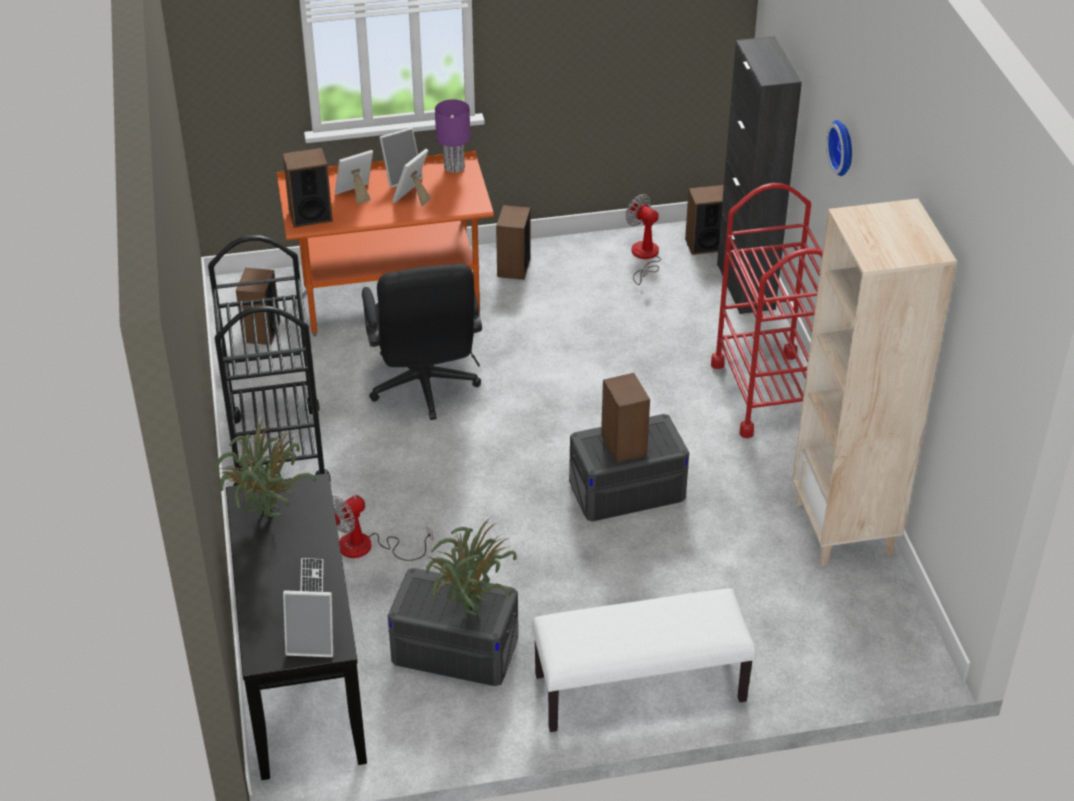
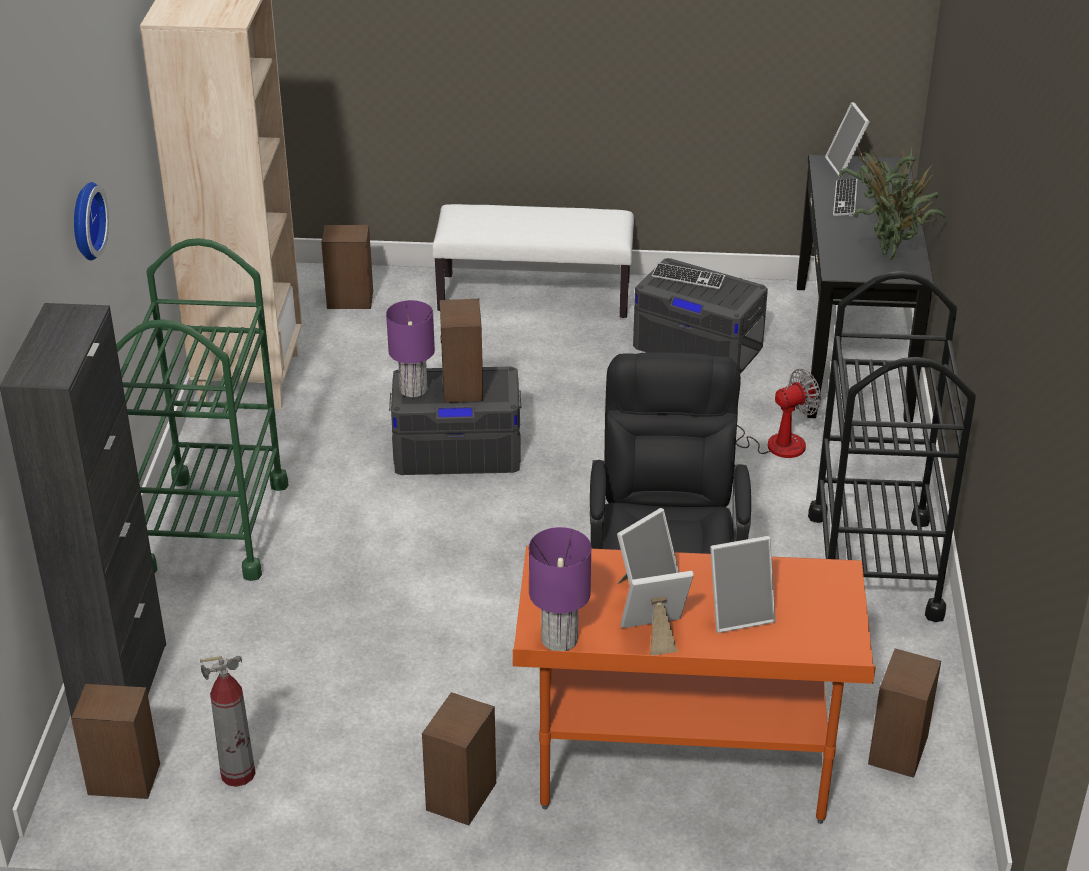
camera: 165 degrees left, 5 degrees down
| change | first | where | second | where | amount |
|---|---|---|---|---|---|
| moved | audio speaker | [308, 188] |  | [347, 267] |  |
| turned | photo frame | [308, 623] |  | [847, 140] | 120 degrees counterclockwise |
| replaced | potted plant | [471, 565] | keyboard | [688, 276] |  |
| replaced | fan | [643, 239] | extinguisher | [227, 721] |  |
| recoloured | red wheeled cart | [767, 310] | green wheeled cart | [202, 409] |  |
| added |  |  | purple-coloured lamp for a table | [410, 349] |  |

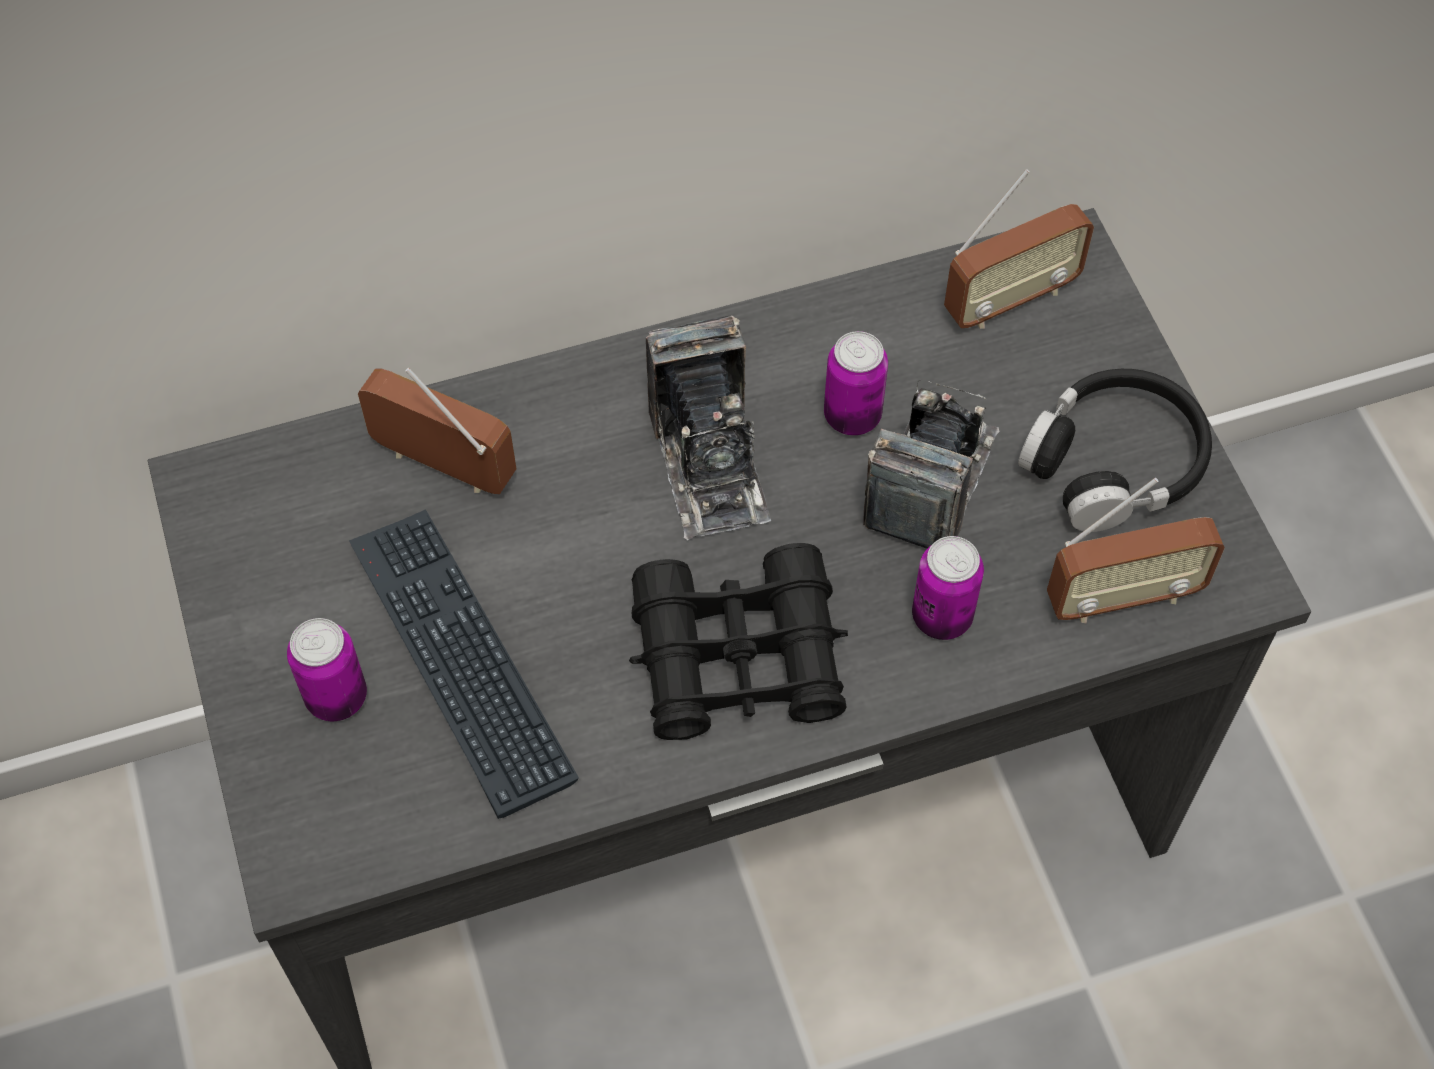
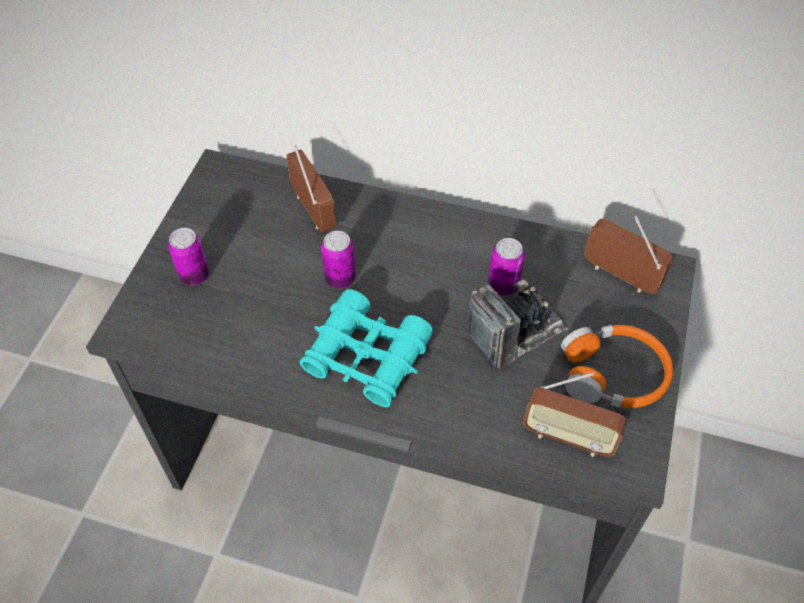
camera: 35 degrees right, 5 degrees down
| change | first | where | second | where | amount |
|---|---|---|---|---|---|
| removed | keyboard | [464, 664] |  |  |  |
| recoloured | black-coloured field glasses | [738, 641] | turquoise-coloured field glasses | [366, 348] |  |
| removed | still camera | [708, 427] |  |  |  |
| moved | metal can | [948, 588] |  | [338, 259] |  |
| turned | radio set | [1019, 249] |  | [628, 255] | 150 degrees counterclockwise |
| recoloured | black-coloured headphones | [1115, 450] | orange-coloured headphones | [617, 366] |  |

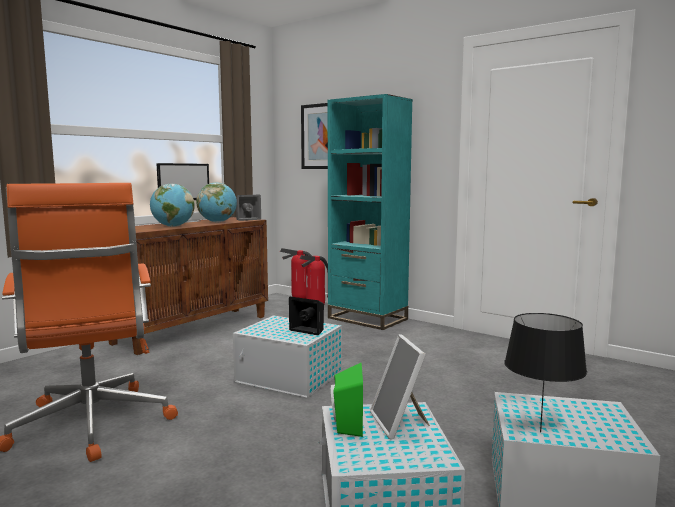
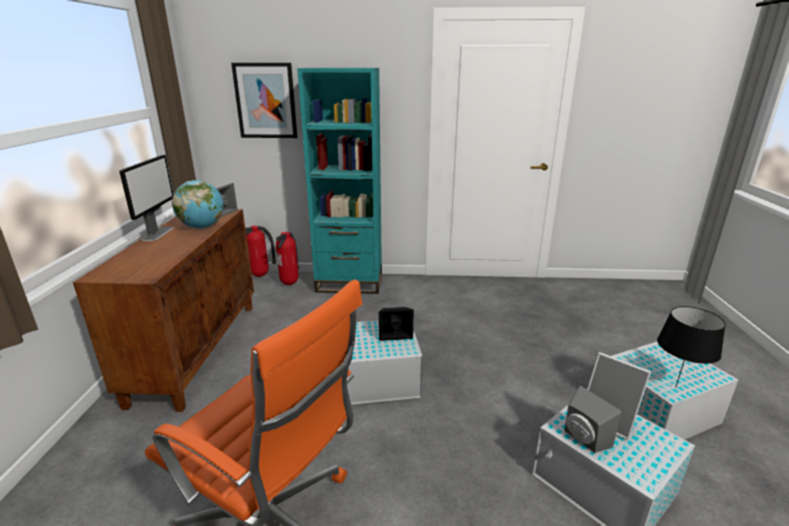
camera: 35 degrees left, 15 degrees up
| change | first | where | second | where | amount |
|---|---|---|---|---|---|
| removed | world globe | [172, 205] |  |  |  |
| recoloured | green audio speaker | [347, 399] | greyish audio speaker | [593, 419] |  |

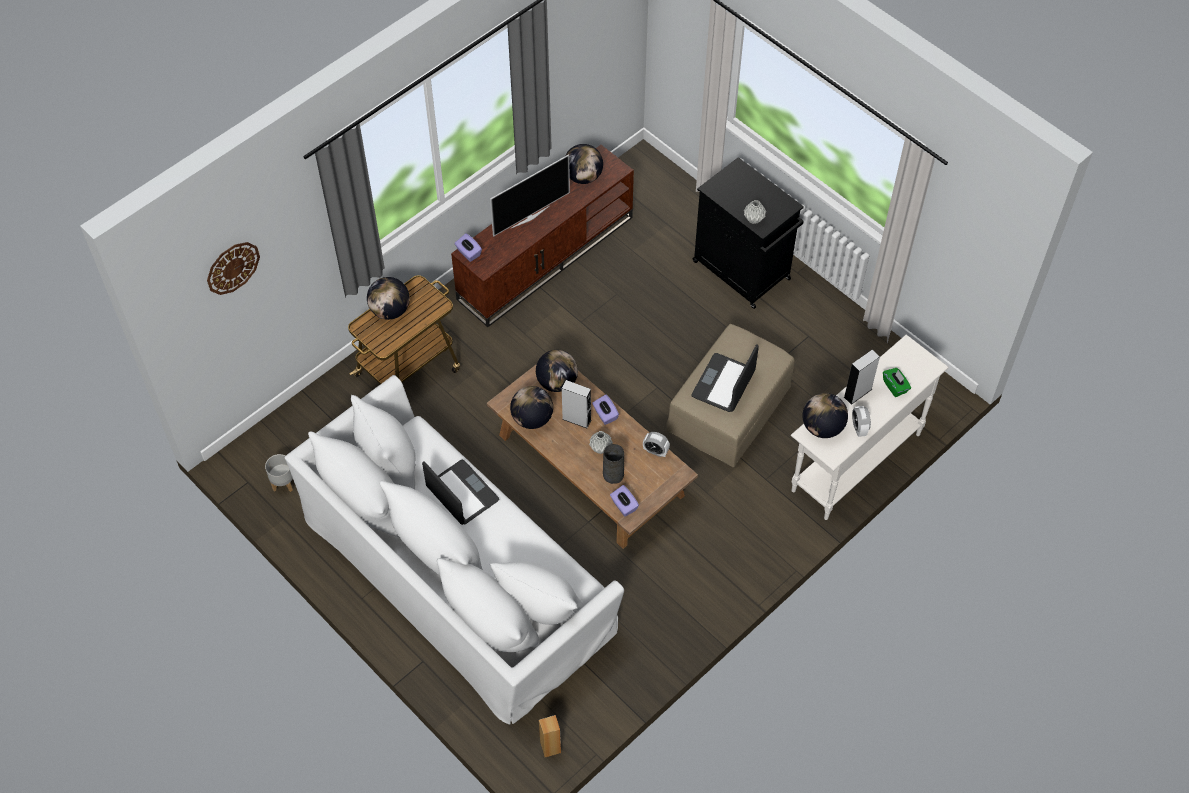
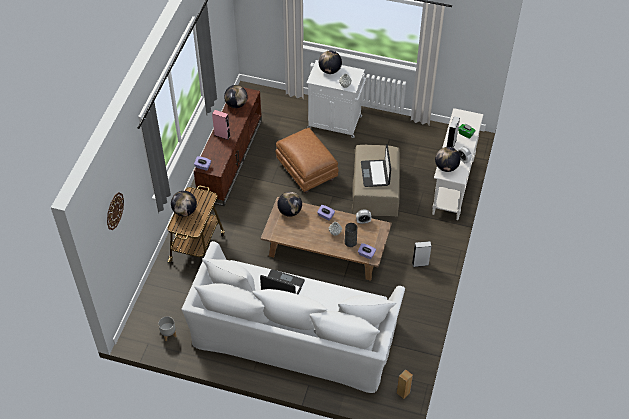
camera: 30 degrees left, 5 degrees down
| change | first | where | second | where | amount |
|---|---|---|---|---|---|
| replaced | TV set | [530, 195] | pink-coloured audio speaker | [221, 125] |  |
| moved | world globe | [531, 407] |  | [330, 62] |  |
| moved | greyish audio speaker | [576, 404] |  | [422, 254] |  |
| recoloured | black-coloured cabinet | [748, 233] | whitish cabinet | [336, 99] |  |
| added |  |  | brown pouffe | [306, 160] |  |

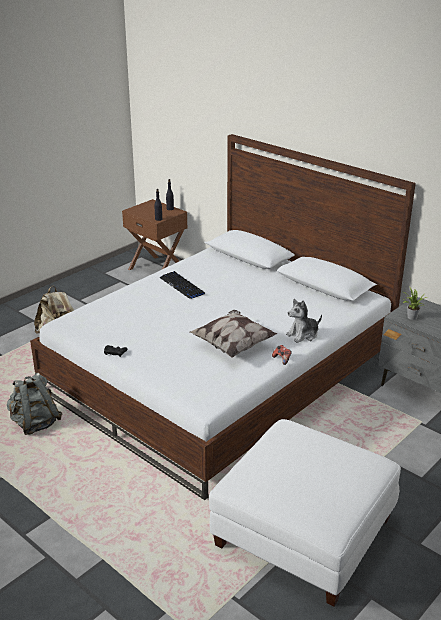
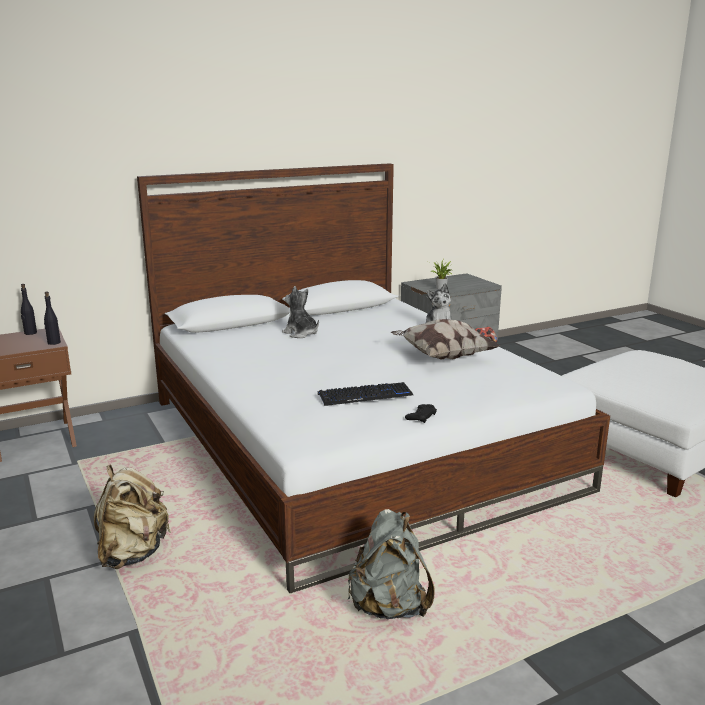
camera: 70 degrees left, 10 degrees down
| change | first | where | second | where | amount |
|---|---|---|---|---|---|
| moved | keyboard | [182, 285] |  | [365, 394] |  |
| added |  |  | plush toy | [300, 312] |  |

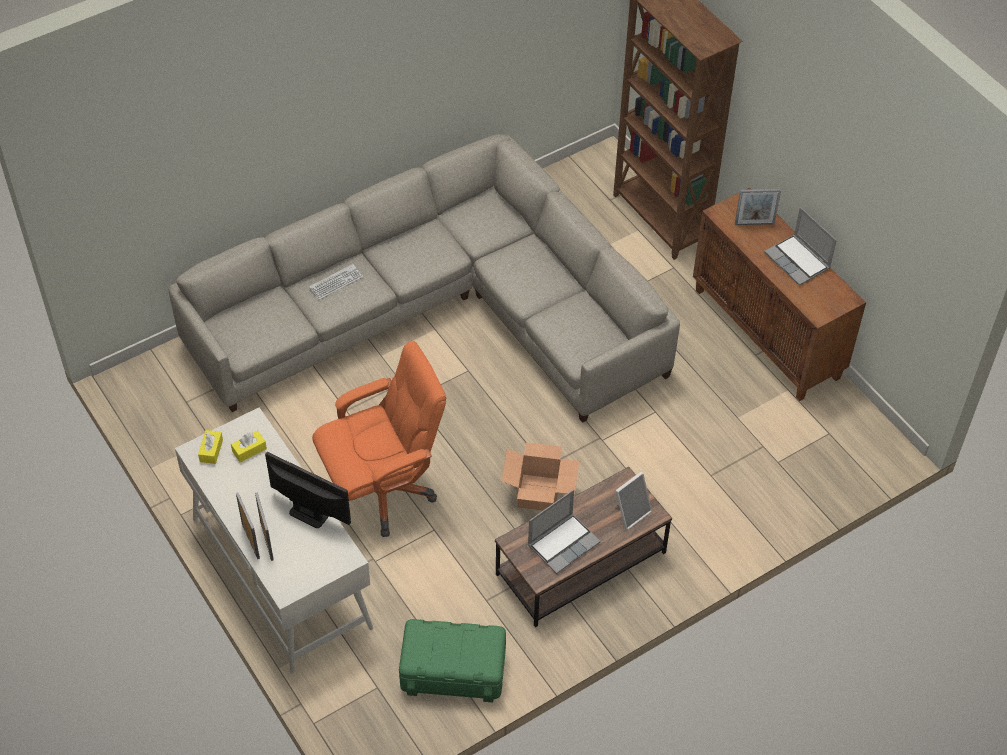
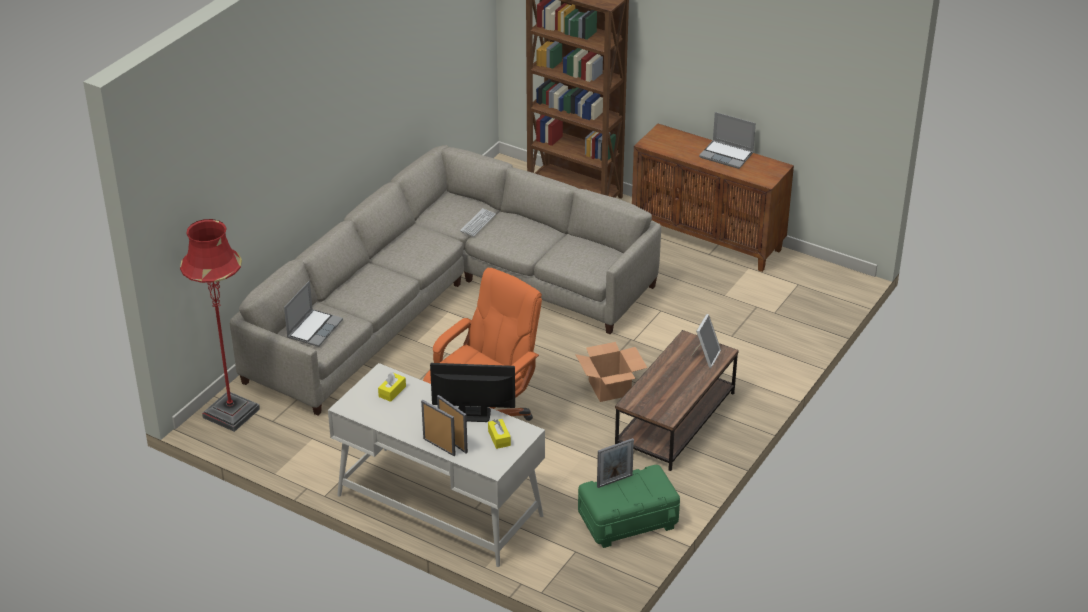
camera: 25 degrees left, 15 degrees down
| change | first | where | second | where | amount |
|---|---|---|---|---|---|
| moved | yellow tissue box | [210, 447] |  | [499, 434] |  |
| moved | keyboard | [336, 282] |  | [478, 222] |  |
| moved | notebook computer | [564, 531] |  | [313, 314] |  |
| moved | photo frame | [758, 207] |  | [615, 463] |  |
| added |  |  | red standing lamp | [220, 325] |  |

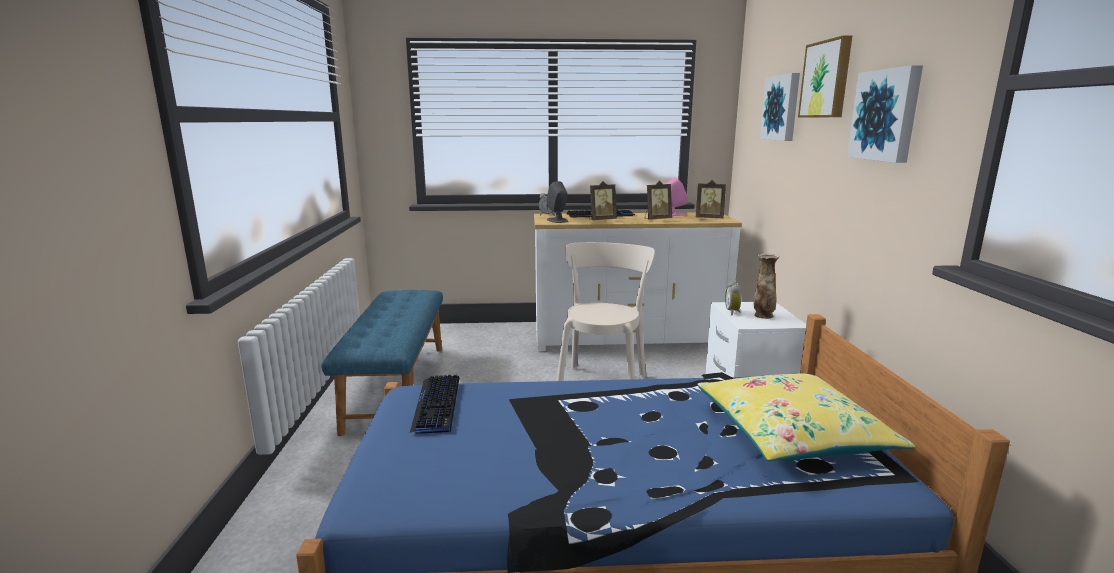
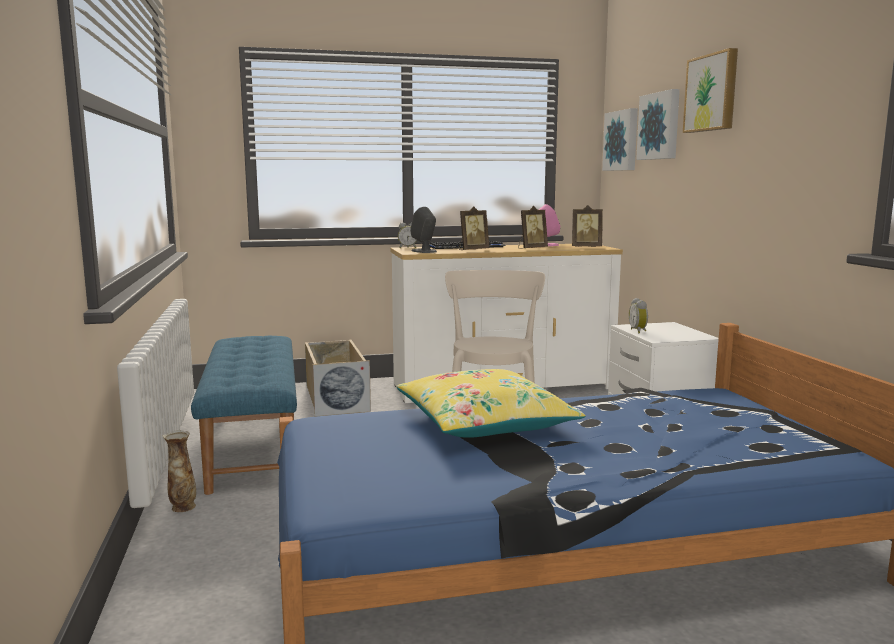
camera: 10 degrees left, 5 degrees down
| change | first | where | second | where | amount |
|---|---|---|---|---|---|
| removed | keyboard | [434, 404] |  |  |  |
| moved | yellow pillow | [806, 417] |  | [491, 403] |  |
| moved | decorative vase | [767, 286] |  | [179, 471] |  |
| moved | wall art | [885, 114] |  | [620, 139] |  |
| added |  |  | beige storage container | [338, 378] |  |

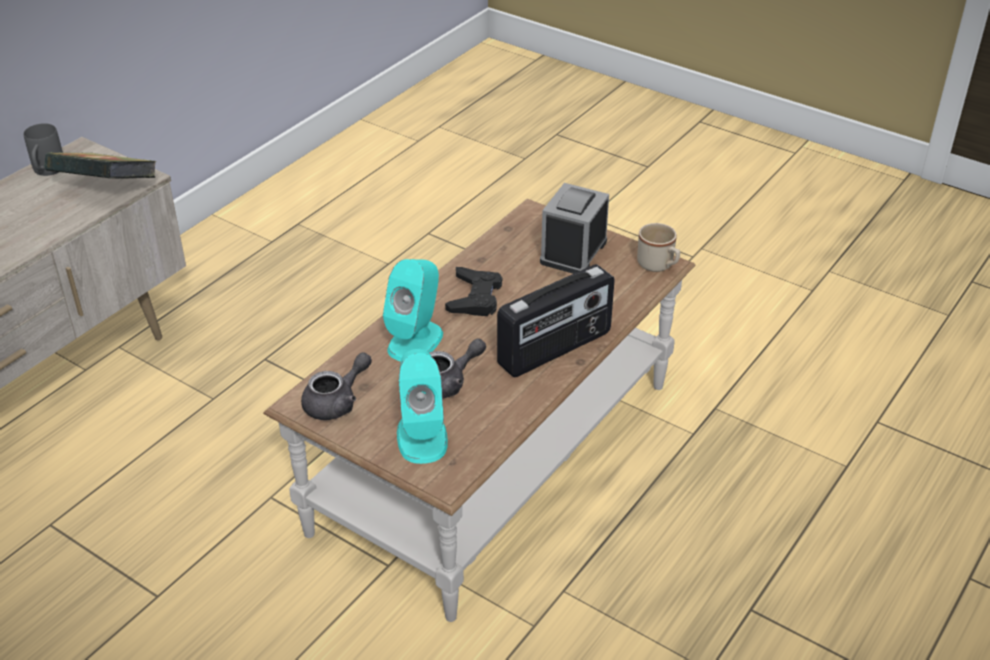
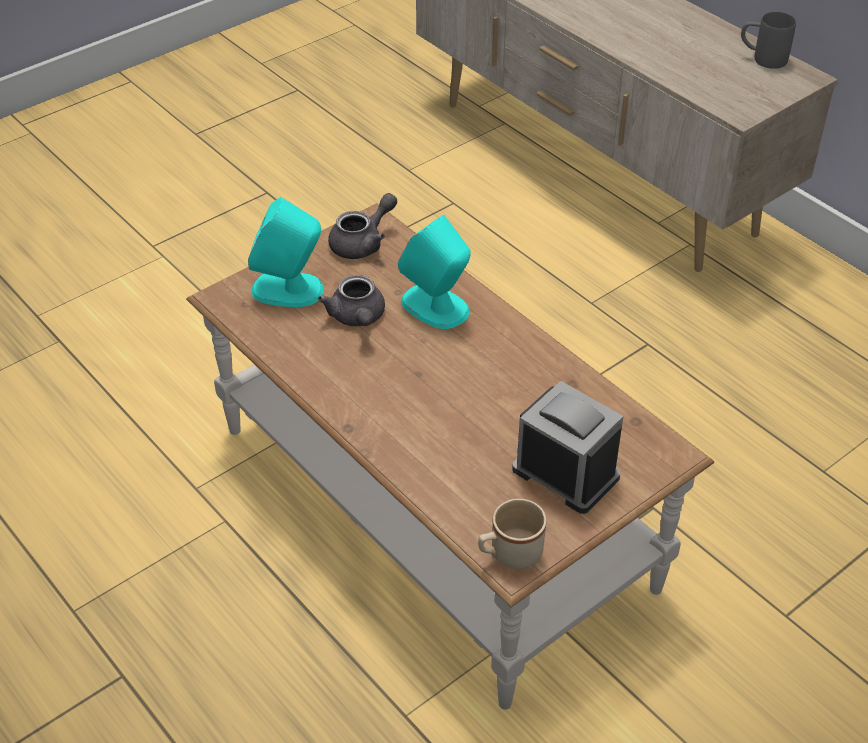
camera: 105 degrees right, 5 degrees up
| change | first | where | second | where | amount |
|---|---|---|---|---|---|
| removed | book | [100, 165] |  |  |  |
| turned | greyish tea pot | [336, 386] |  | [362, 226] | 105 degrees counterclockwise |
| removed | black-coloured joypad | [473, 291] |  |  |  |
| removed | radio set | [556, 320] |  |  |  |

